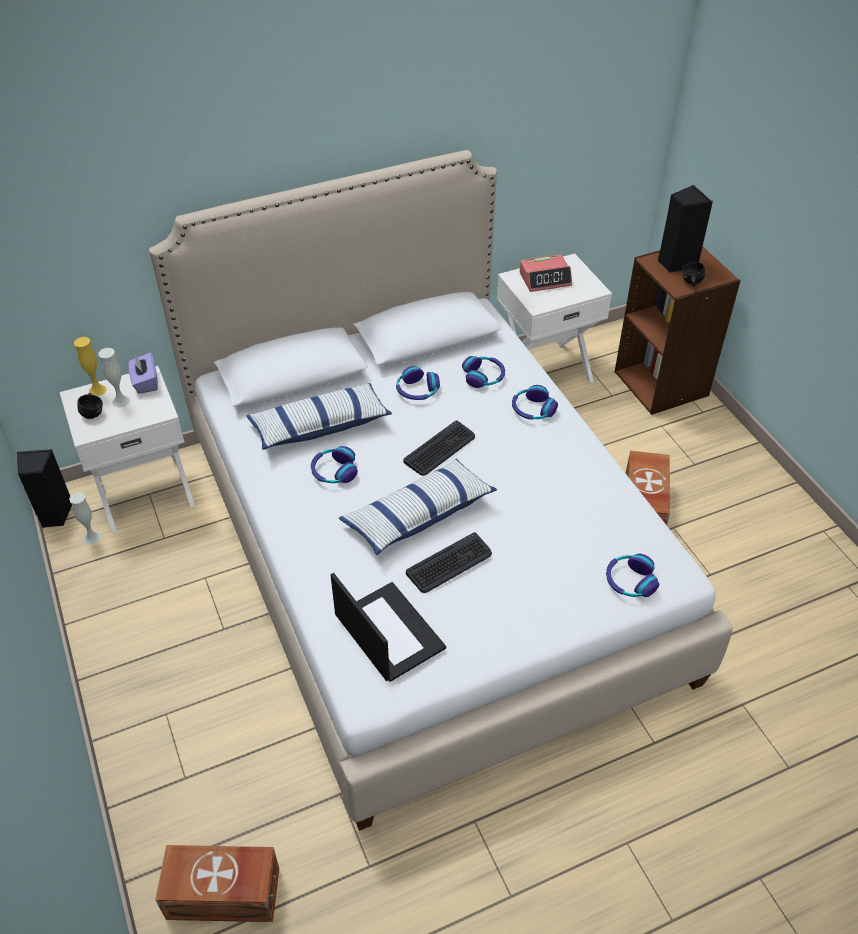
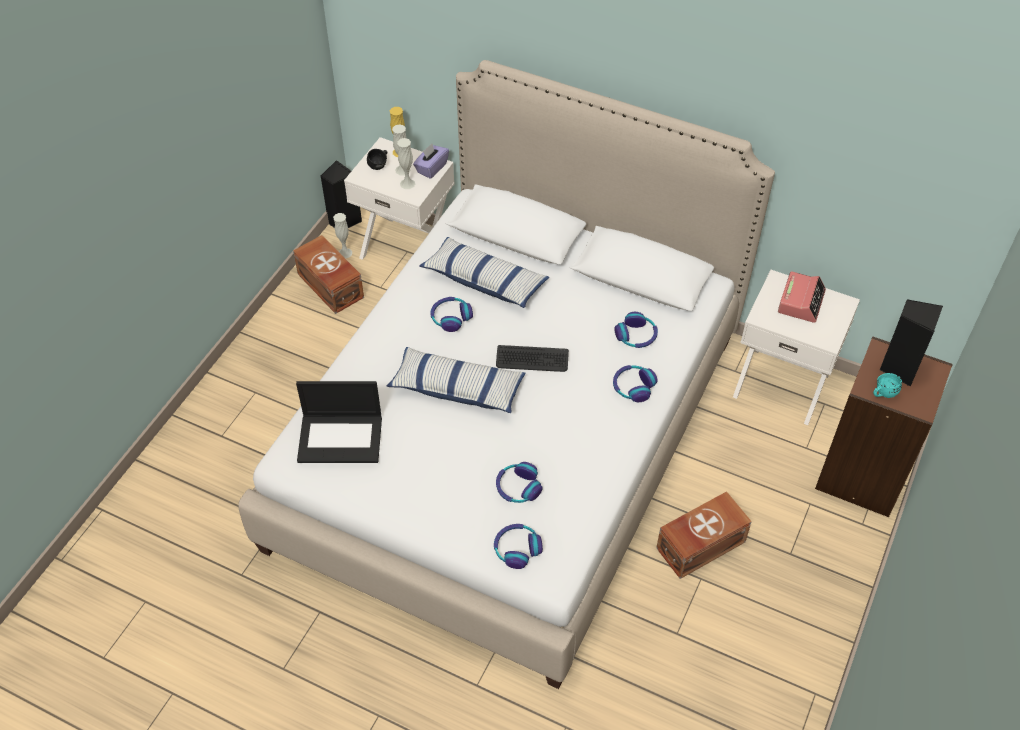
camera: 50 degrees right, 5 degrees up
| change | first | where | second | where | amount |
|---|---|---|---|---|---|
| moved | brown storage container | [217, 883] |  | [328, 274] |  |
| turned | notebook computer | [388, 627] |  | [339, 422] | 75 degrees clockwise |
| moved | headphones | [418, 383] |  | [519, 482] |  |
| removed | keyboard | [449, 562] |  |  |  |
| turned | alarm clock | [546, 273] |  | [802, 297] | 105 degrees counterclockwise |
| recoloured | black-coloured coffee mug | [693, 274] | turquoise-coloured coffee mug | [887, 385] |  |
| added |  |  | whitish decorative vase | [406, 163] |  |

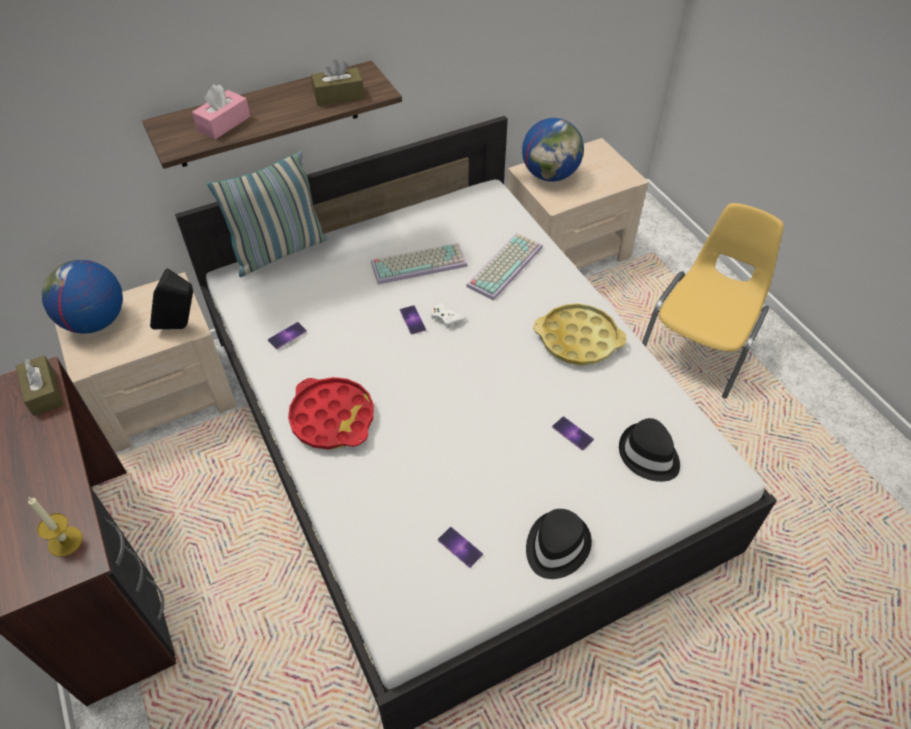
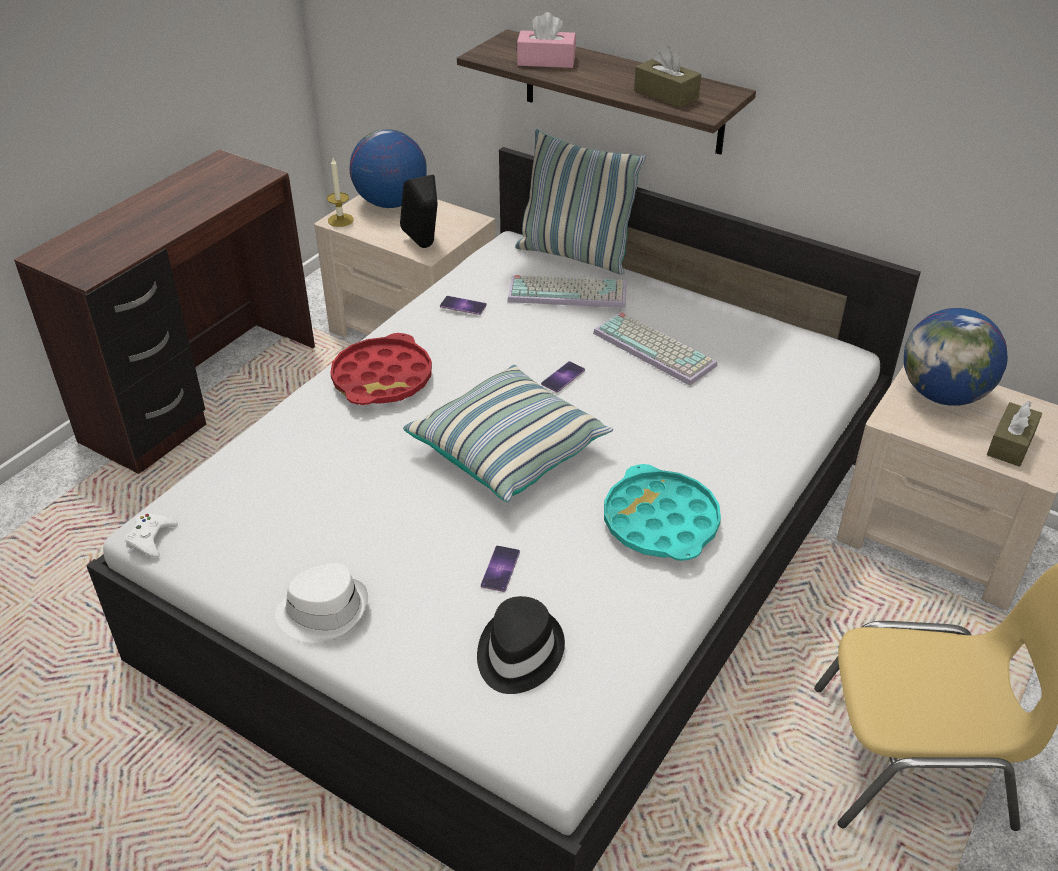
camera: 60 degrees right, 10 degrees down
| change | first | where | second | where | amount |
|---|---|---|---|---|---|
| moved | brown tissue box | [39, 385] |  | [1014, 434] |  |
| moved | candle | [55, 526] |  | [340, 192] |  |
| moved | whitish joypad | [448, 316] |  | [151, 536] |  |
| removed | phone | [460, 547] |  |  |  |
| moved | keyboard | [504, 266] |  | [566, 291] |  |
| recoloured | black-coloured clothing hat | [559, 544] | whitish clothing hat | [321, 603] |  |
| recoloured | yellow serving tray | [580, 334] | turquoise-coloured serving tray | [662, 512] |  |
| added |  |  | pillow | [508, 433] |  |

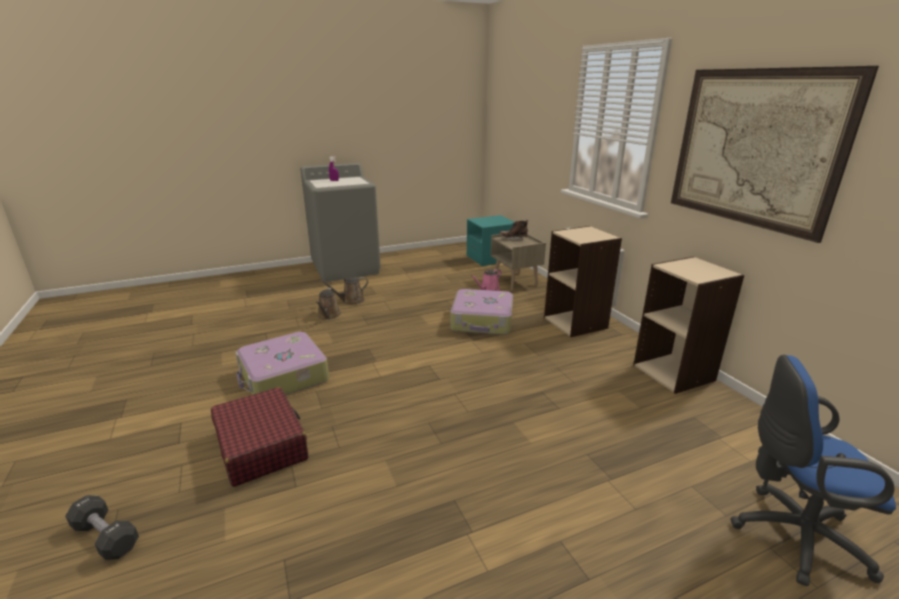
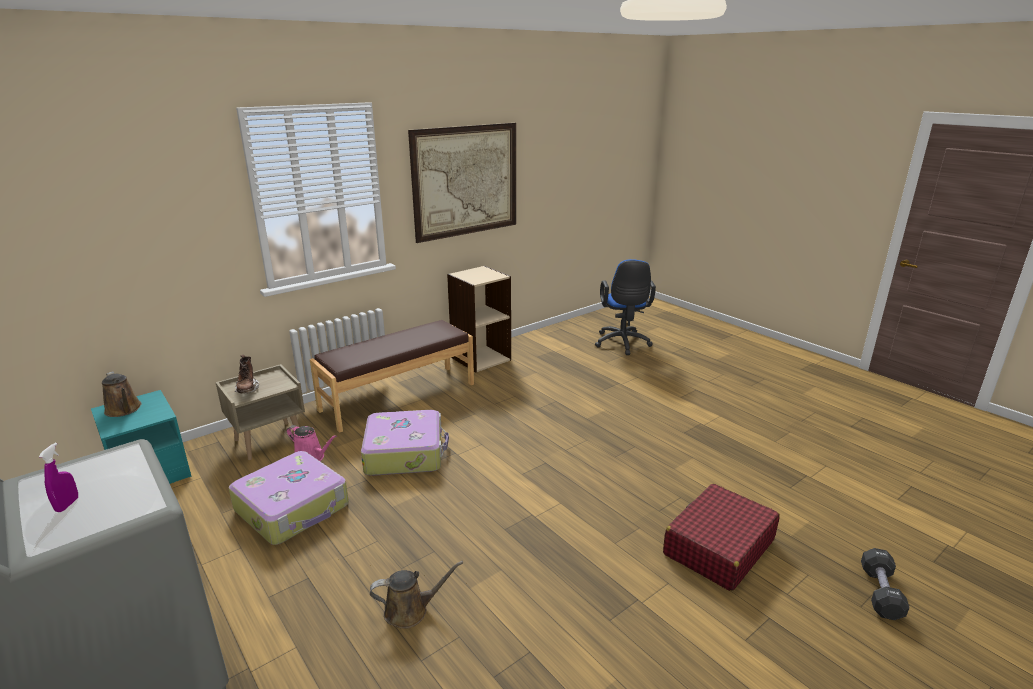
camera: 105 degrees left, 0 degrees up
| change | first | where | second | where | amount |
|---|---|---|---|---|---|
| moved | travel case | [282, 363] |  | [289, 498] |  |
| moved | brown watering pot | [344, 290] |  | [122, 394] |  |
| replaced | beige bookshelf | [583, 281] | brown bench | [392, 376] |  |

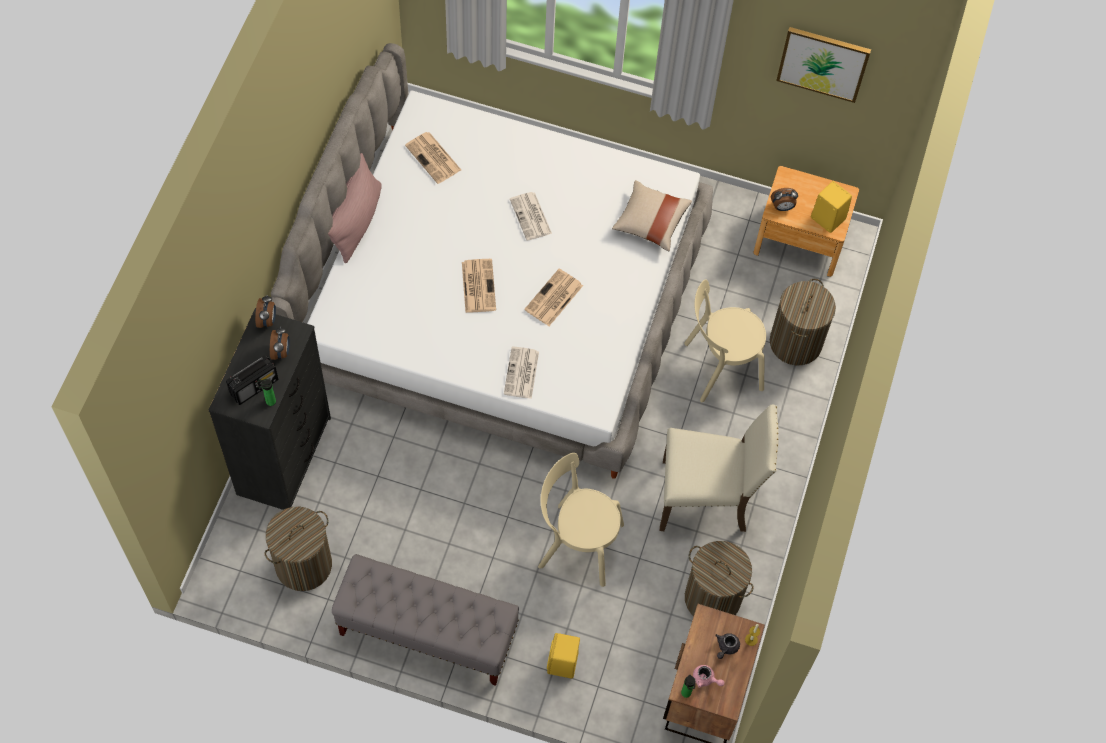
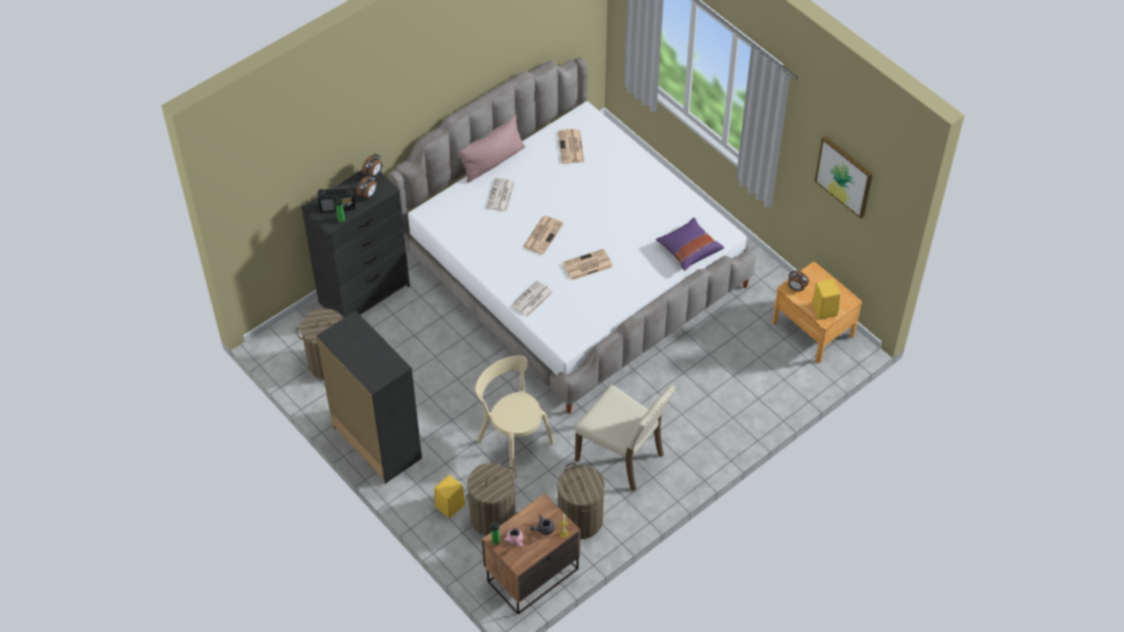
camera: 35 degrees right, 10 degrees down
| change | first | where | second | where | amount |
|---|---|---|---|---|---|
| replaced | greyish bench | [425, 620] | black-coloured dresser | [369, 397] |  |
| moved | daily paper | [531, 216] |  | [500, 194] |  |
| recoloured | beige pillow | [652, 215] | purple-coloured pillow | [690, 244] |  |
| removed | beige plain chair | [725, 340] |  |  |  |
| moved | washing basket | [803, 322] |  | [491, 499] |  |

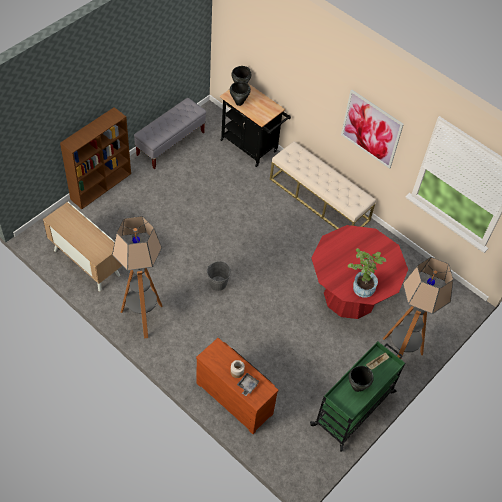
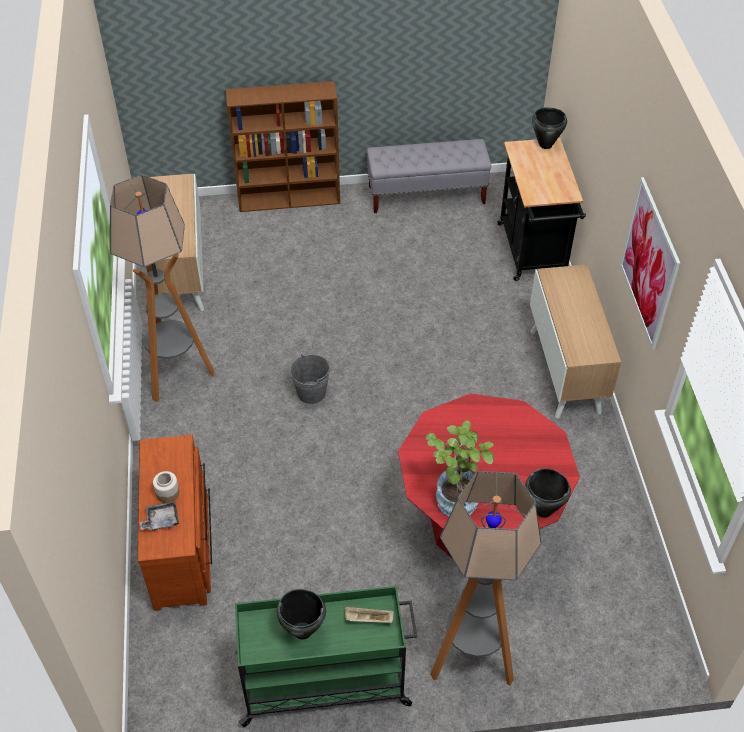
camera: 45 degrees right, 5 degrees down
| change | first | where | second | where | amount |
|---|---|---|---|---|---|
| moved | black-coloured saucepot | [240, 93] |  | [548, 493] |  |
| replaced | beige bench | [323, 185] | cabinet | [575, 342] |  |

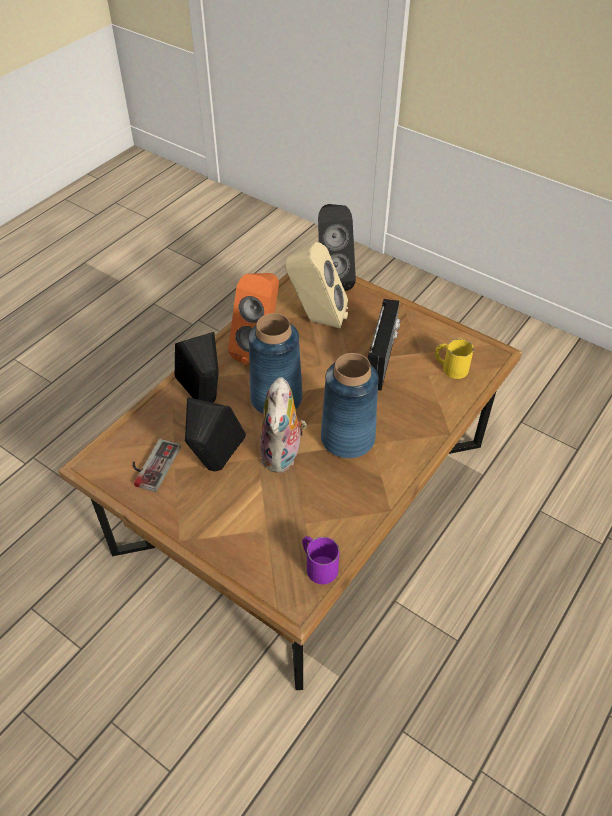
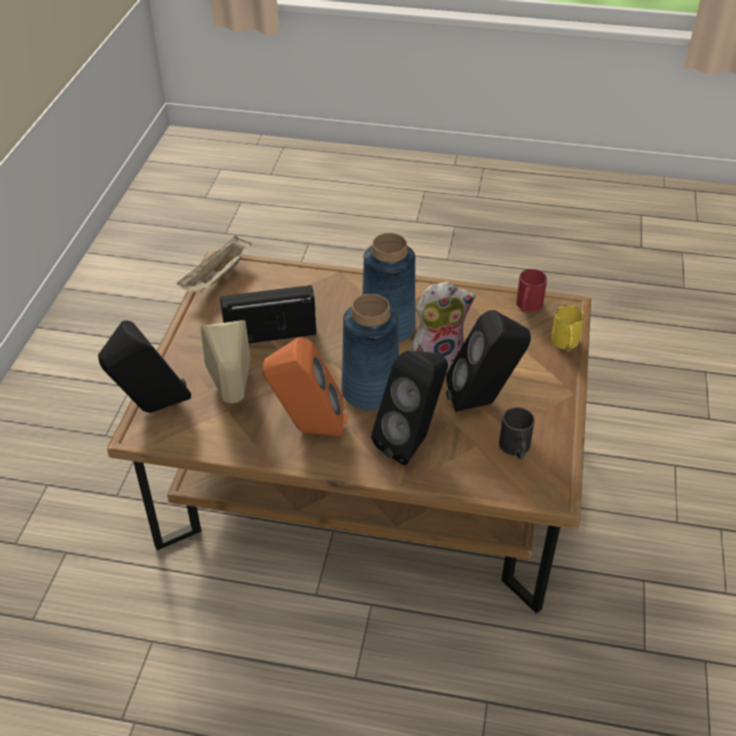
camera: 115 degrees left, 5 degrees down
| change | first | where | second | where | amount |
|---|---|---|---|---|---|
| replaced | joypad | [157, 465] | black-coloured coffee mug | [517, 433] |  |
| recoloured | purple-coloured coffee mug | [320, 560] | red coffee mug | [531, 290] |  |
| moved | yellow coffee mug | [454, 359] |  | [567, 328] |  |
| added |  |  | beige serving tray | [214, 264] |  |

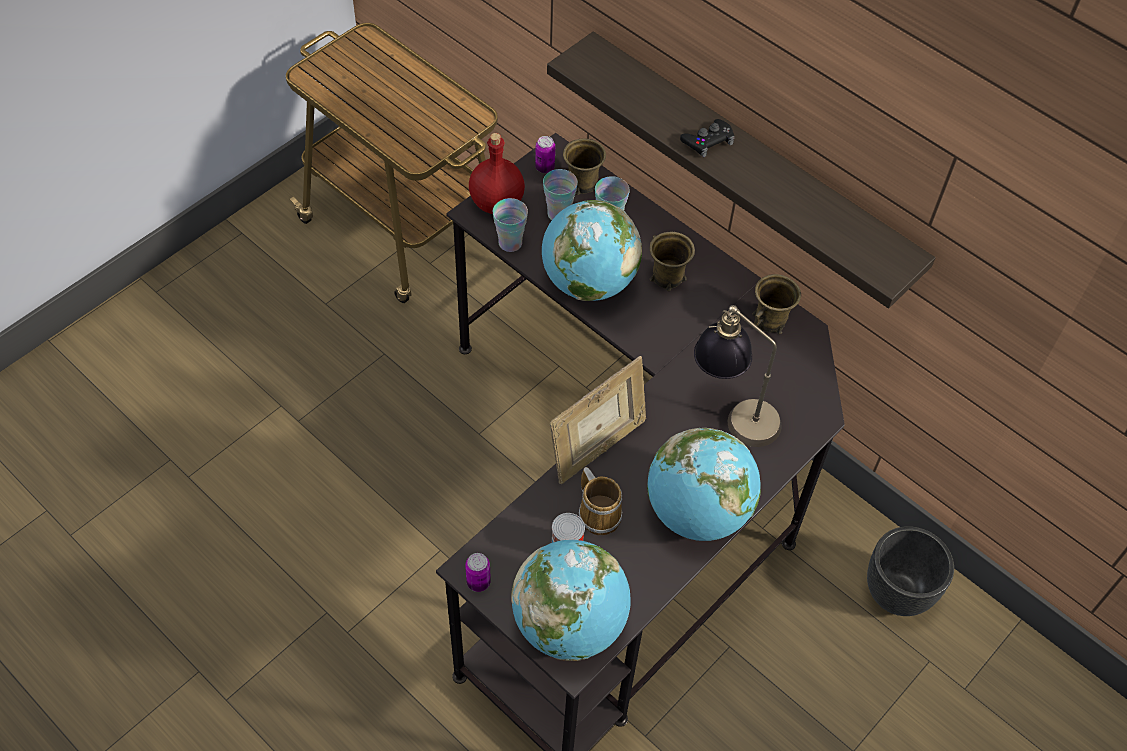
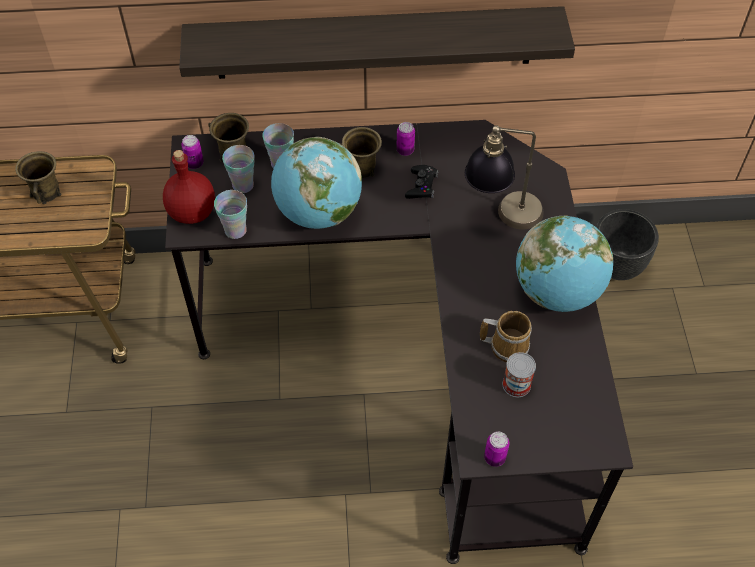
camera: 45 degrees left, 0 degrees up
| change | first | where | second | where | amount |
|---|---|---|---|---|---|
| removed | world globe | [571, 600] |  |  |  |
| removed | photo frame | [598, 420] |  |  |  |
| moved | black-coloured joypad | [707, 138] |  | [422, 182] |  |
| moved | brown coffee mug | [777, 304] |  | [38, 177] |  |
| added |  |  | metal can | [405, 139] |  |

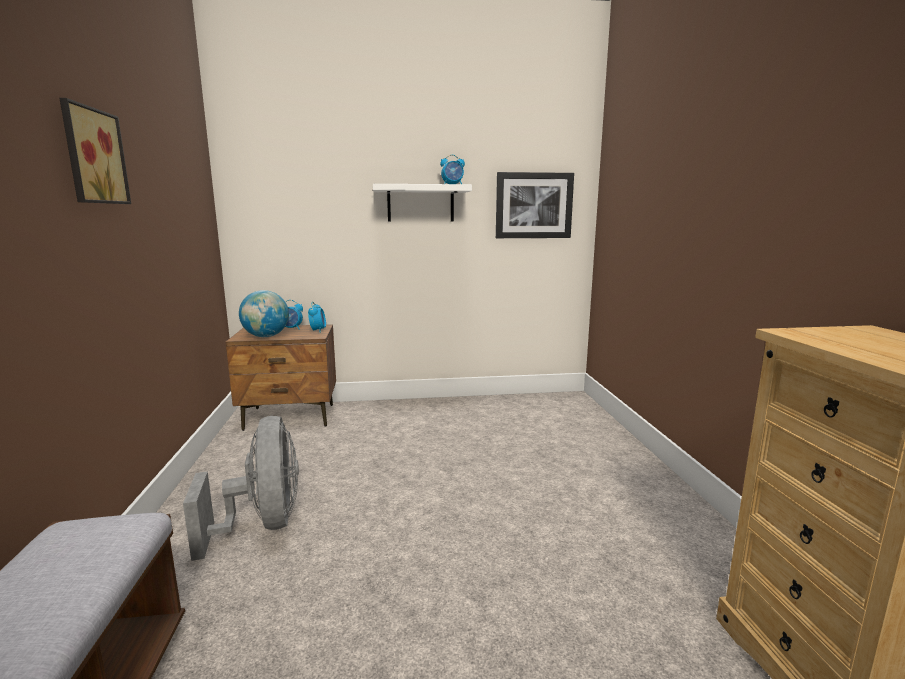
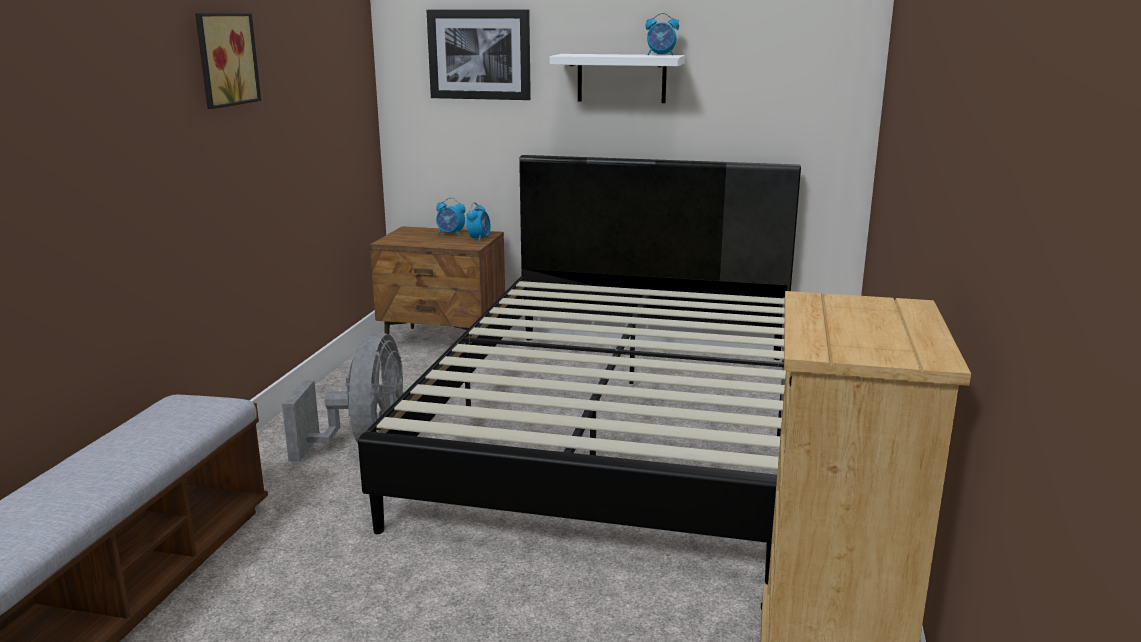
camera: 20 degrees right, 5 degrees up
| change | first | where | second | where | amount |
|---|---|---|---|---|---|
| removed | world globe | [264, 313] |  |  |  |
| moved | wall art | [535, 205] |  | [478, 55] |  |
| added |  |  | black-coloured bed | [579, 369] |  |

